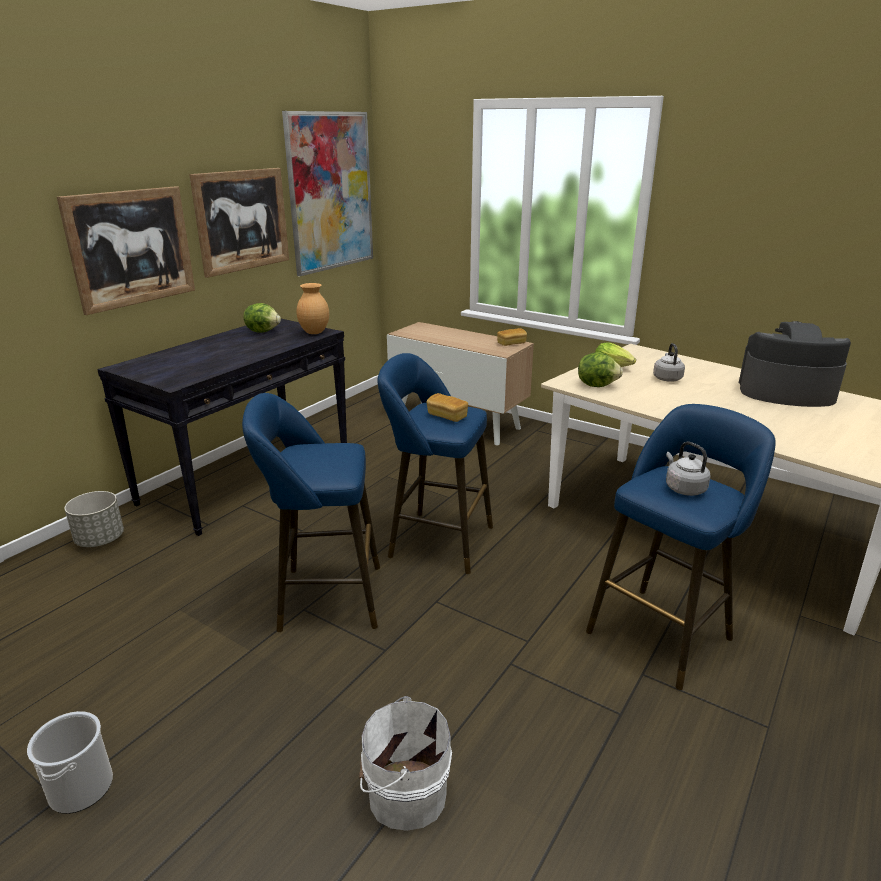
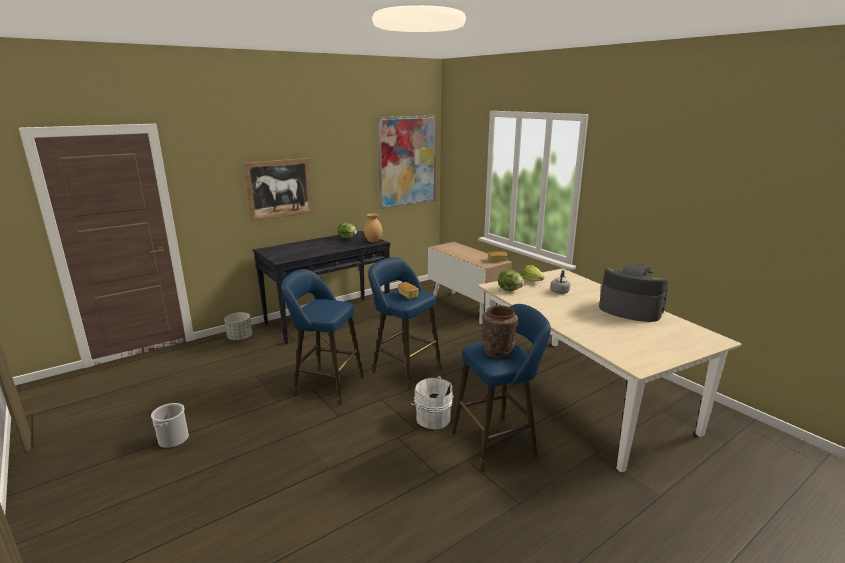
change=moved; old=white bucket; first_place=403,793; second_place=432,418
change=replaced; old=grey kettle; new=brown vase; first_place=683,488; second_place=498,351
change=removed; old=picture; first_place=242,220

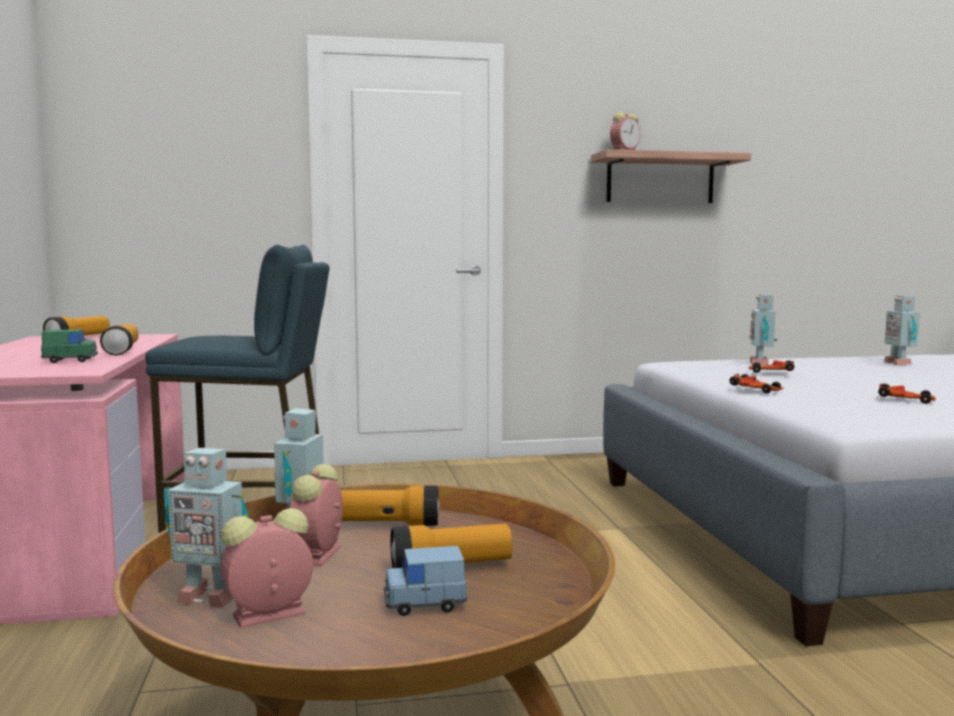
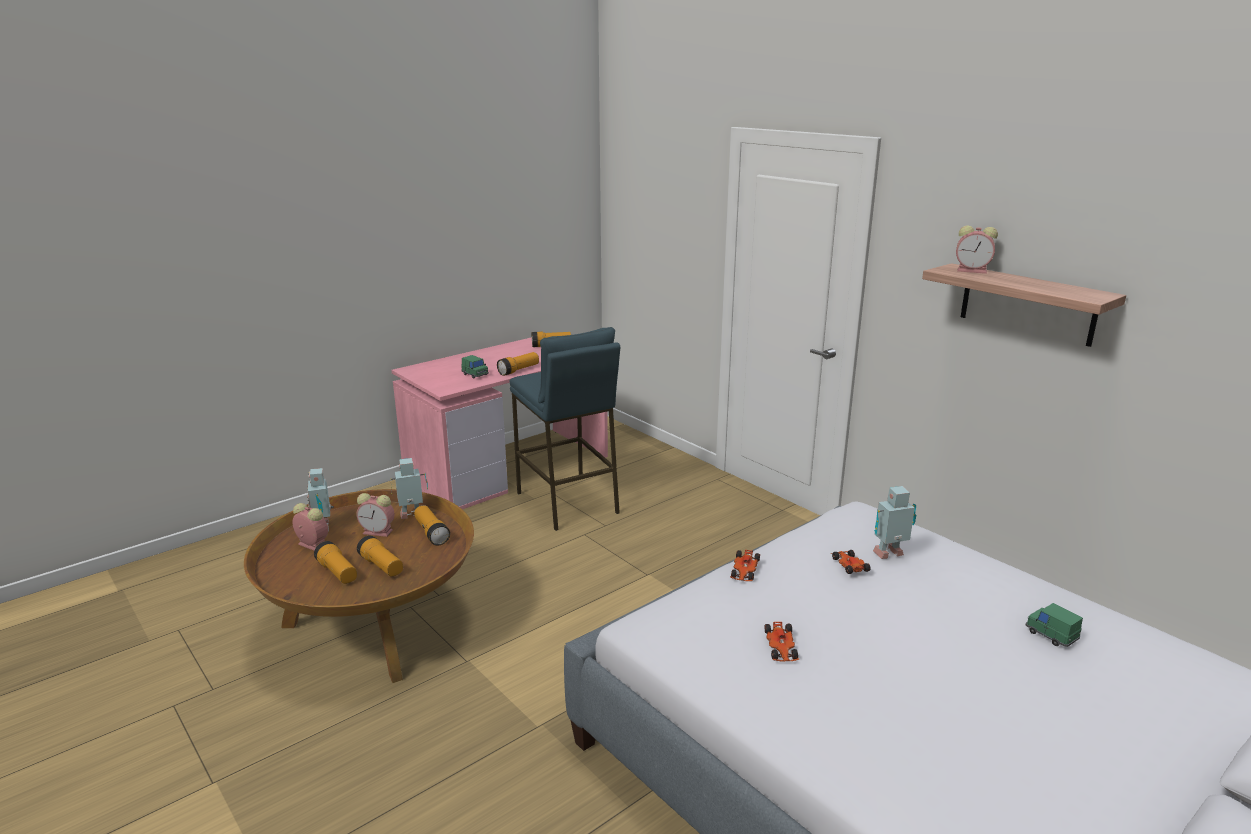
change=replaced; old=blue toy car; new=flashlight; first_place=425,603; second_place=337,572
change=turned; old=alarm clock; first_place=318,556; second_place=379,532; degrees=-150
change=replaced; old=toy robot; new=green toy car; first_place=899,363; second_place=1051,635

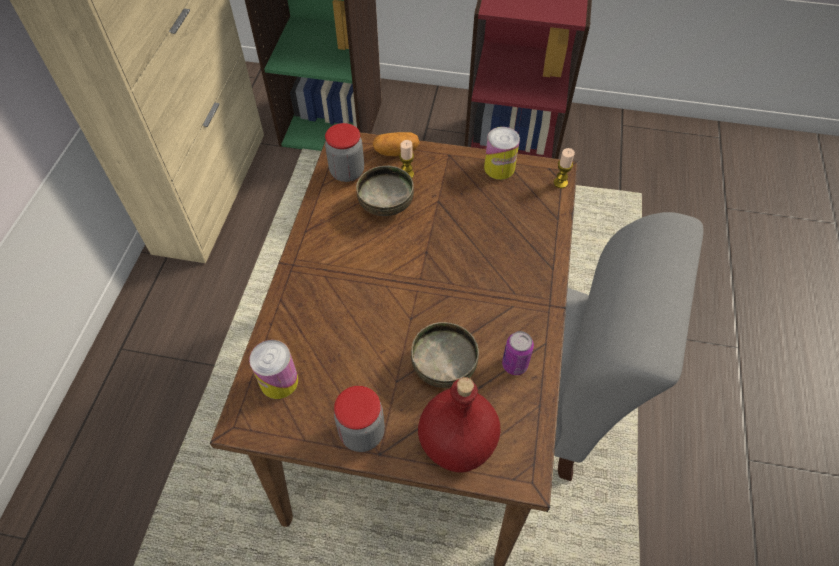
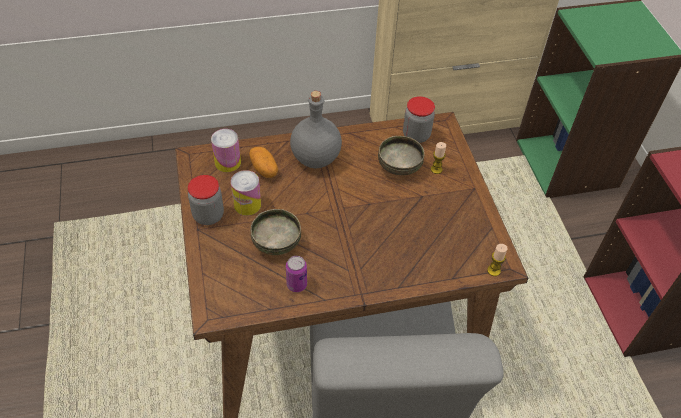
change=moved; old=can; first_place=499,168; second_place=247,204
change=moved; old=potato; first_place=396,151; second_place=264,169
change=added; new=grey bottle; second_place=315,158
change=removed; old=red bottle; first_place=458,444

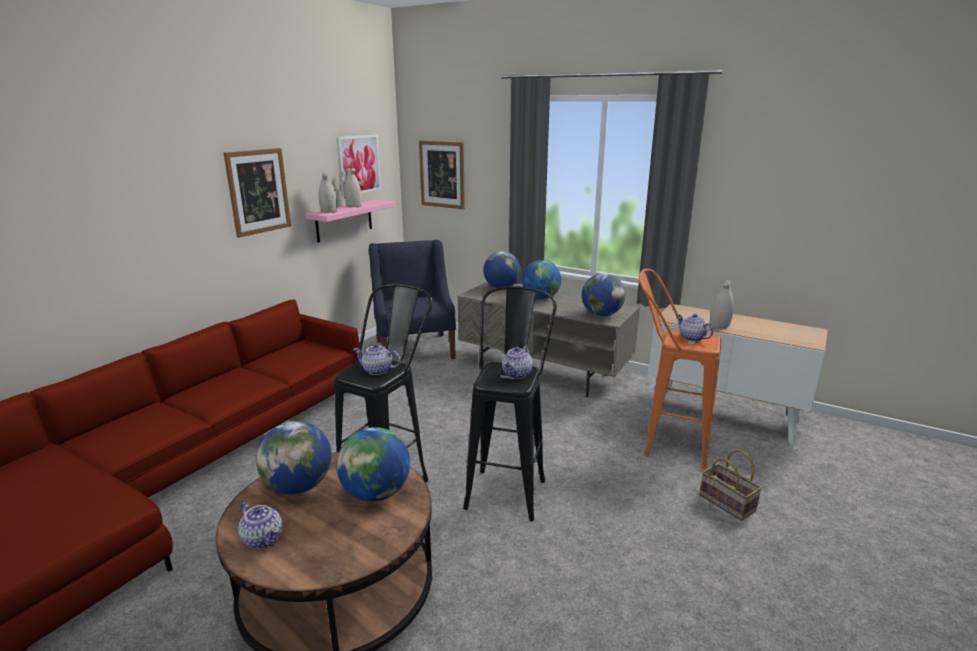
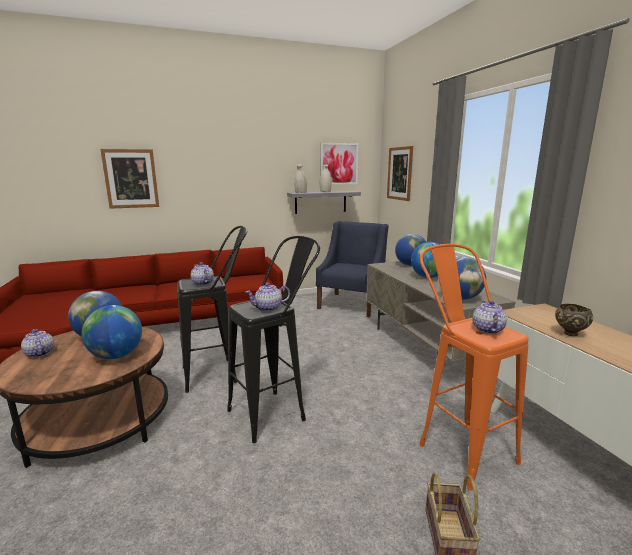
change=turned; old=teapot; first_place=263,539; second_place=39,353; degrees=150
change=moved; old=picture; first_place=258,191; second_place=131,178
change=recoloured; old=pink shelf; new=grey shelf; first_place=344,220; second_place=320,202
change=replaced; old=white vase; new=brown bowl; first_place=719,325; second_place=569,333

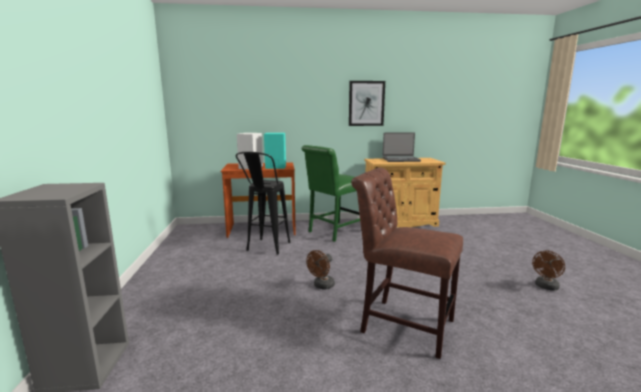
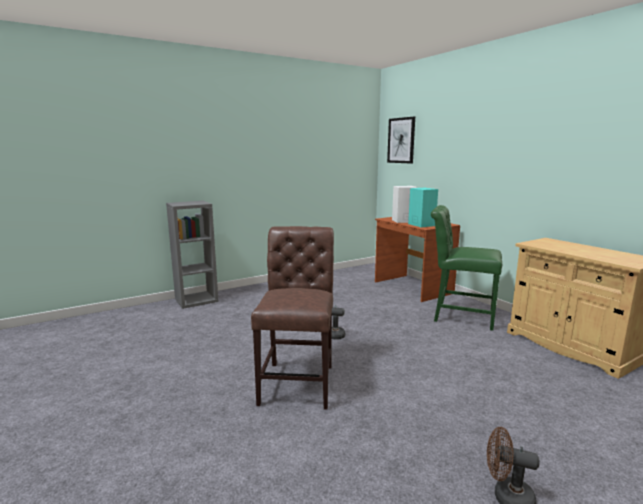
change=moved; old=picture; first_place=366,103; second_place=401,140
change=removed; old=black stool; first_place=266,249
change=removed; old=laptop; first_place=401,160

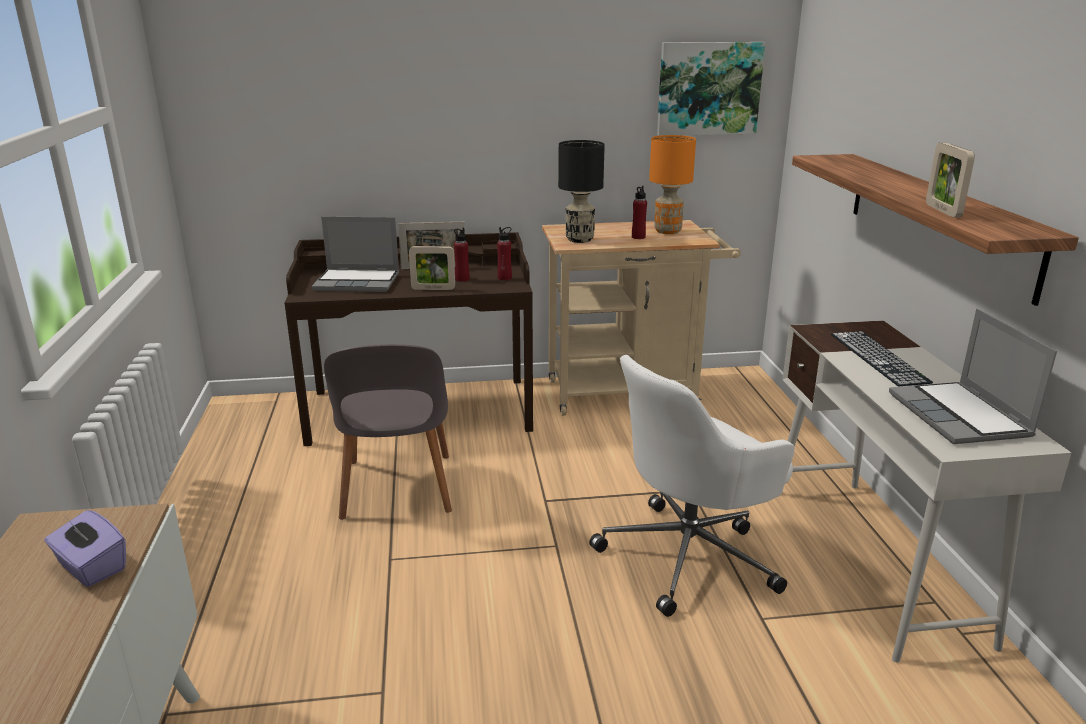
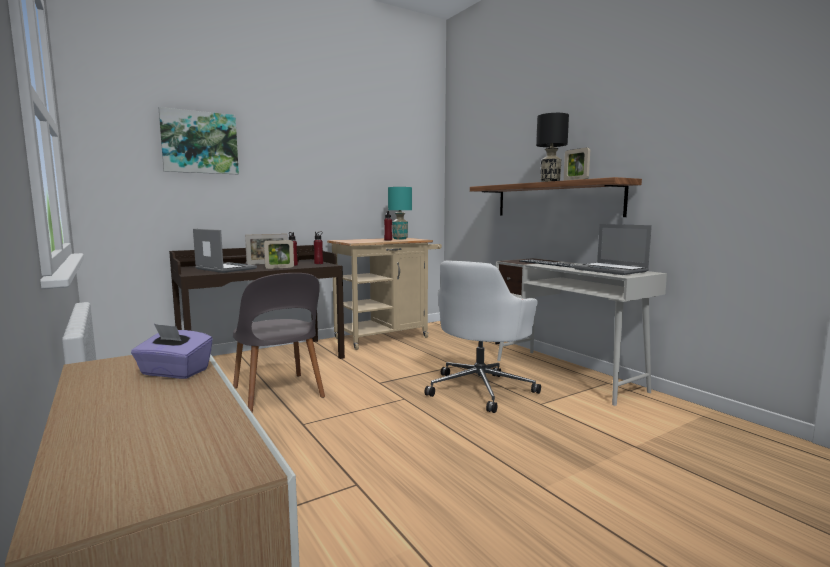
change=moved; old=picture; first_place=708,88; second_place=199,142
change=turned; old=laptop; first_place=358,282; second_place=224,269; degrees=-120
change=recoloured; old=orange table lamp; new=turquoise table lamp; first_place=668,231; second_place=400,239
change=moved; old=black table lamp; first_place=579,239; second_place=549,182

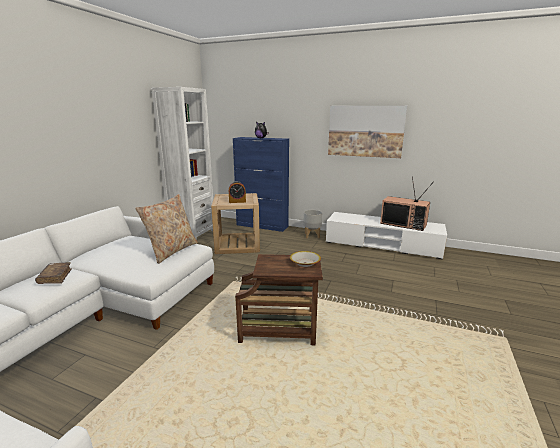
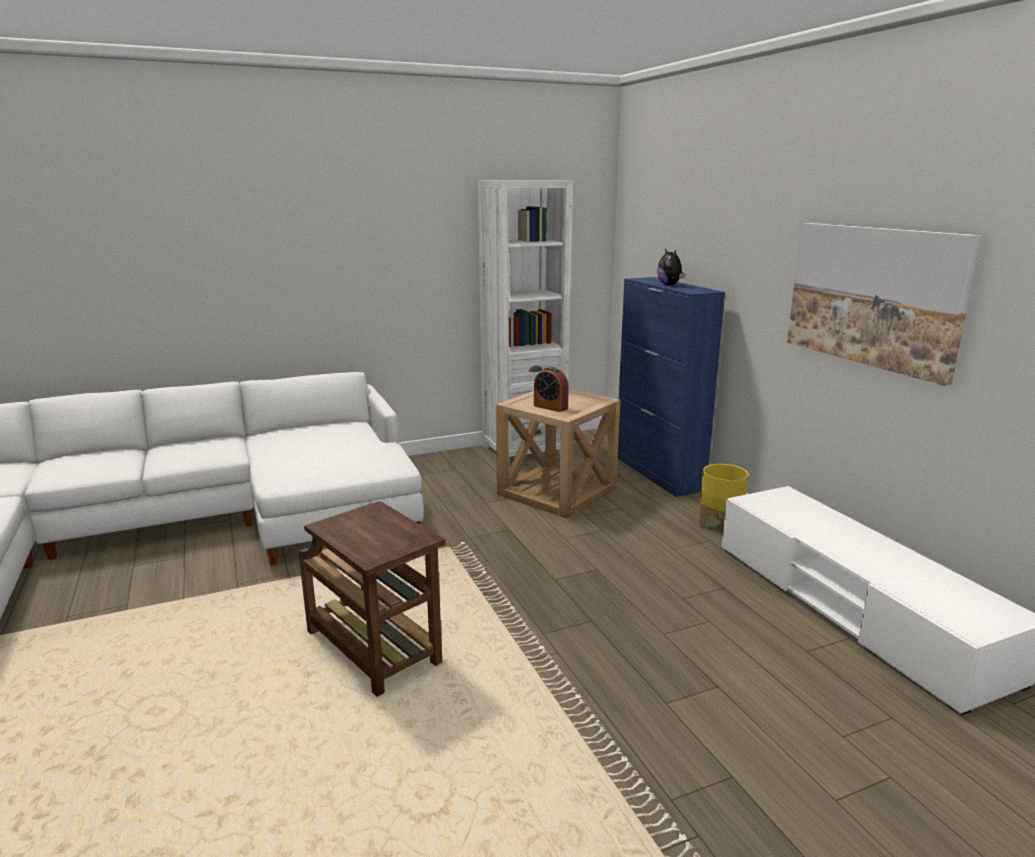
change=recoloured; old=grey planter; new=yellow planter; first_place=312,235; second_place=720,525
change=removed; old=brown book; first_place=55,277
change=removed; old=beige pillow; first_place=172,251
change=removed; old=bowl; first_place=304,263
change=removed; old=television; first_place=404,224

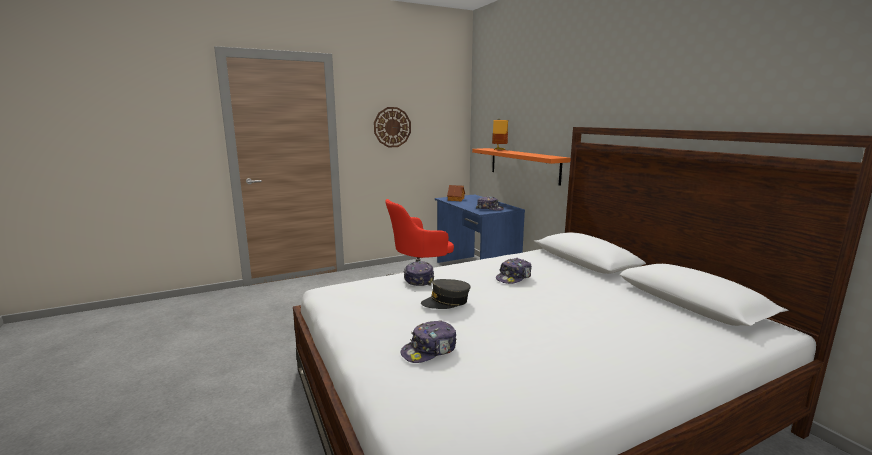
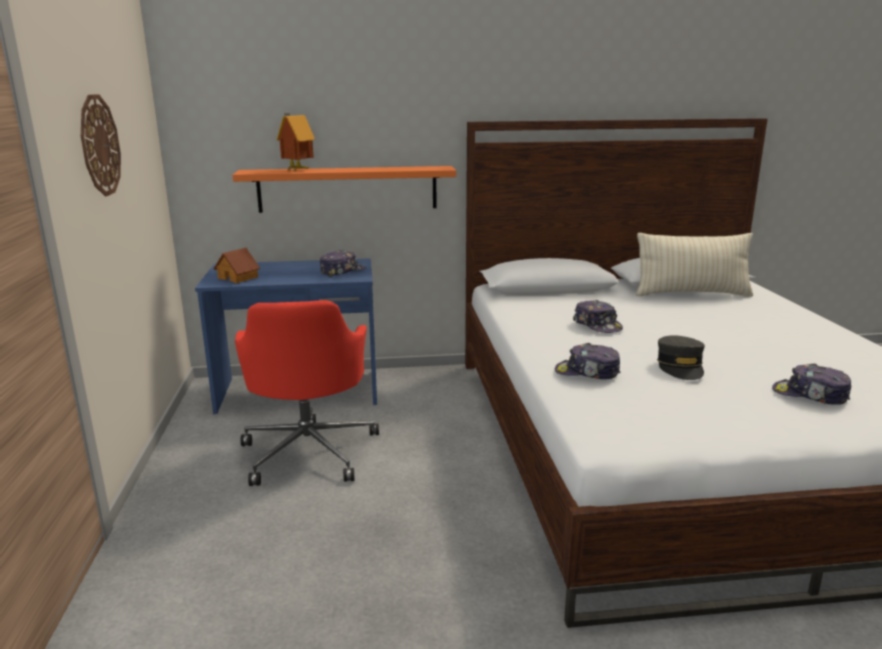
change=added; new=beige pillow; second_place=691,294
change=turned; old=cap; first_place=430,350; second_place=810,395; degrees=135

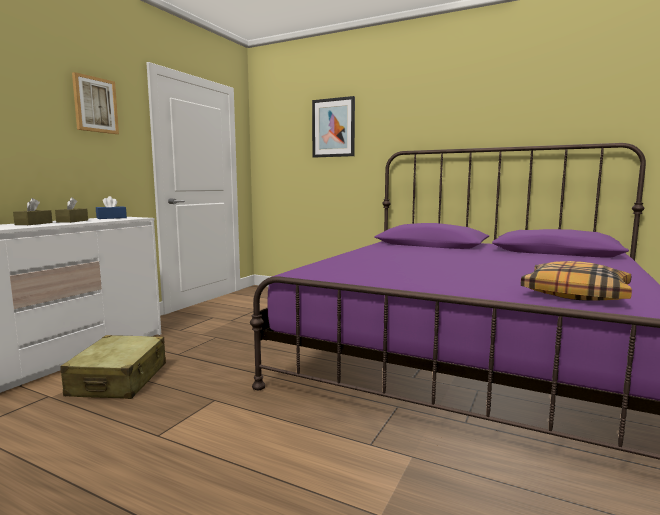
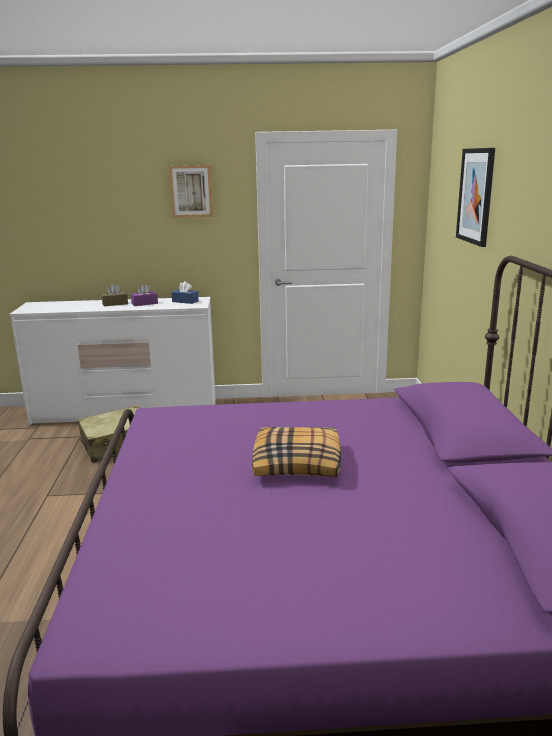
change=recoloured; old=brown tissue box; new=purple tissue box; first_place=72,221; second_place=144,303
change=moved; old=pillow; first_place=575,293; second_place=298,463

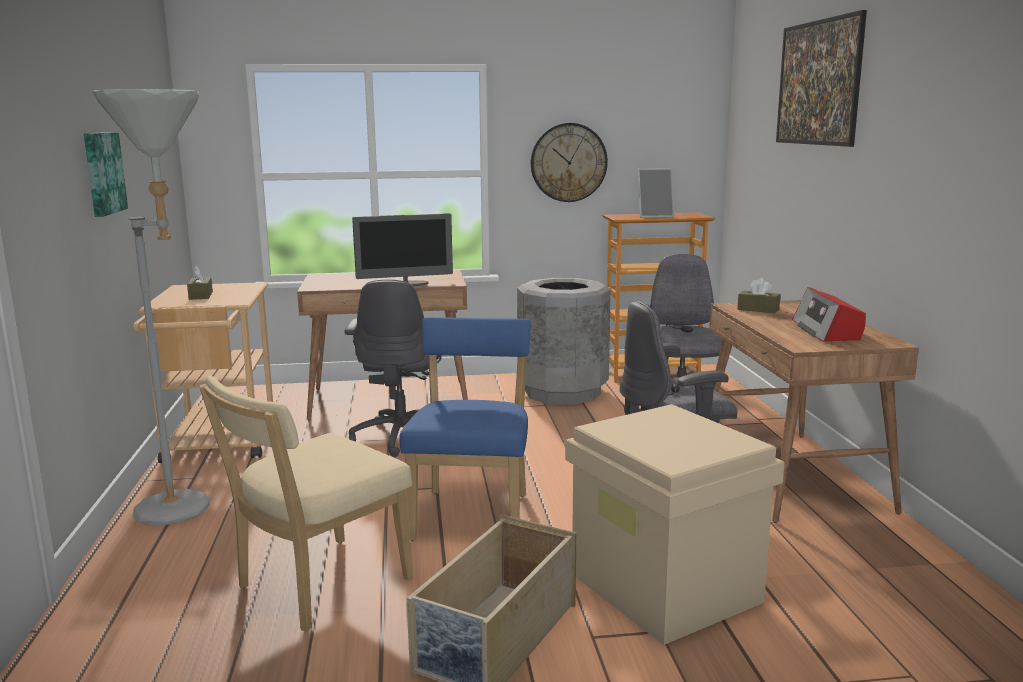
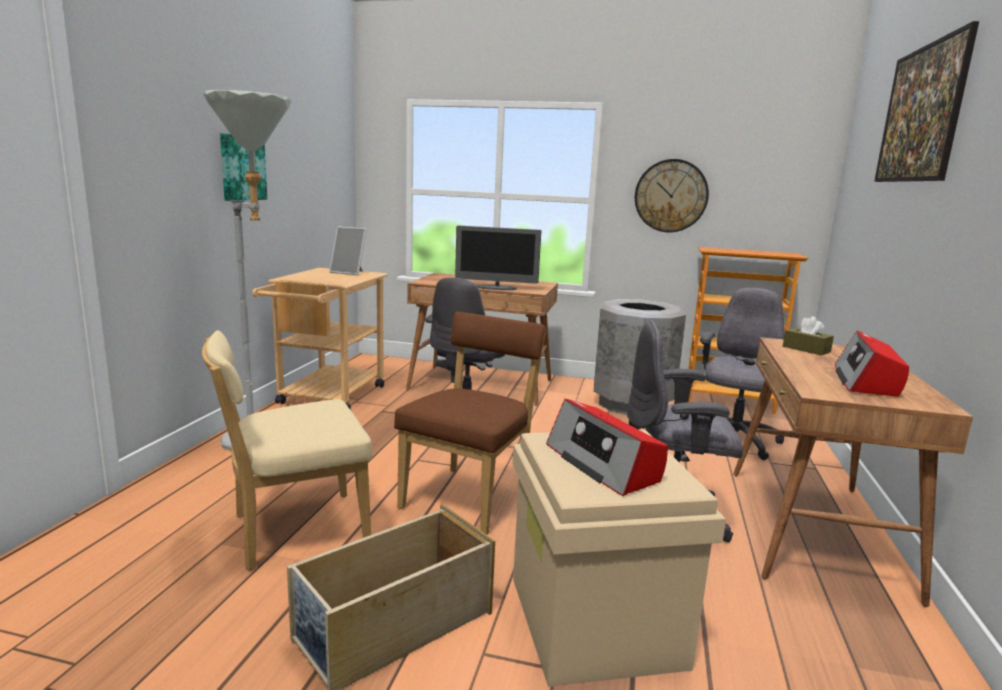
change=moved; old=picture frame; first_place=654,216; second_place=349,272
change=recoloured; old=blue chair; new=brown chair; first_place=473,513; second_place=470,496
change=added; new=radio; second_place=603,464
change=removed; old=brown tissue box; first_place=201,295

